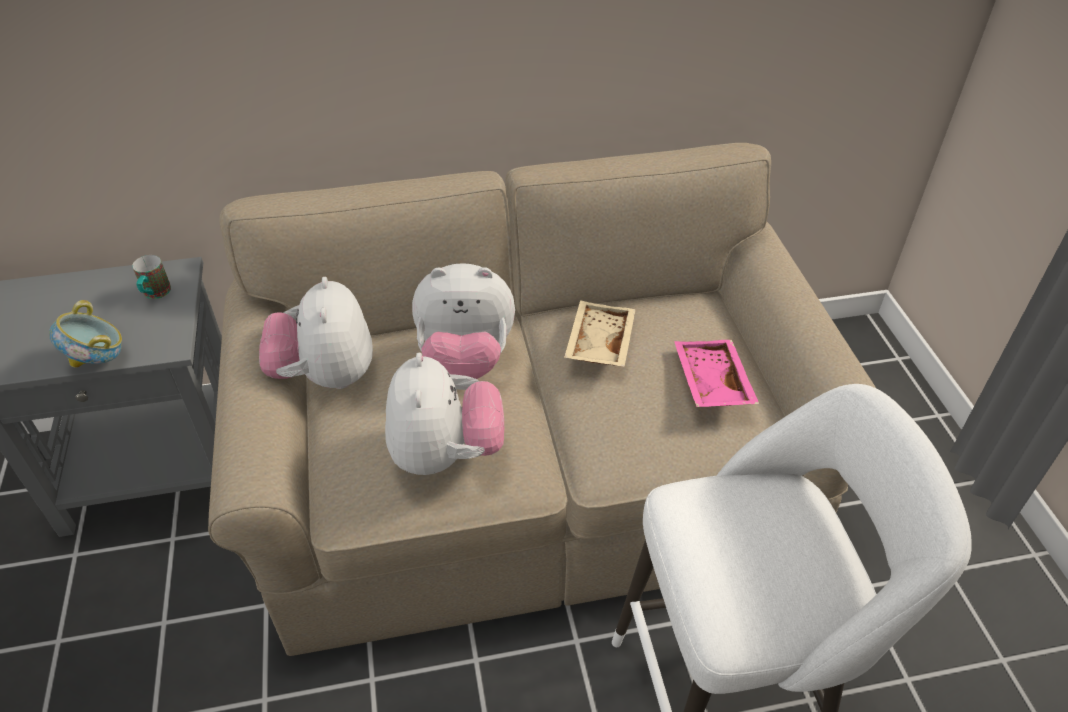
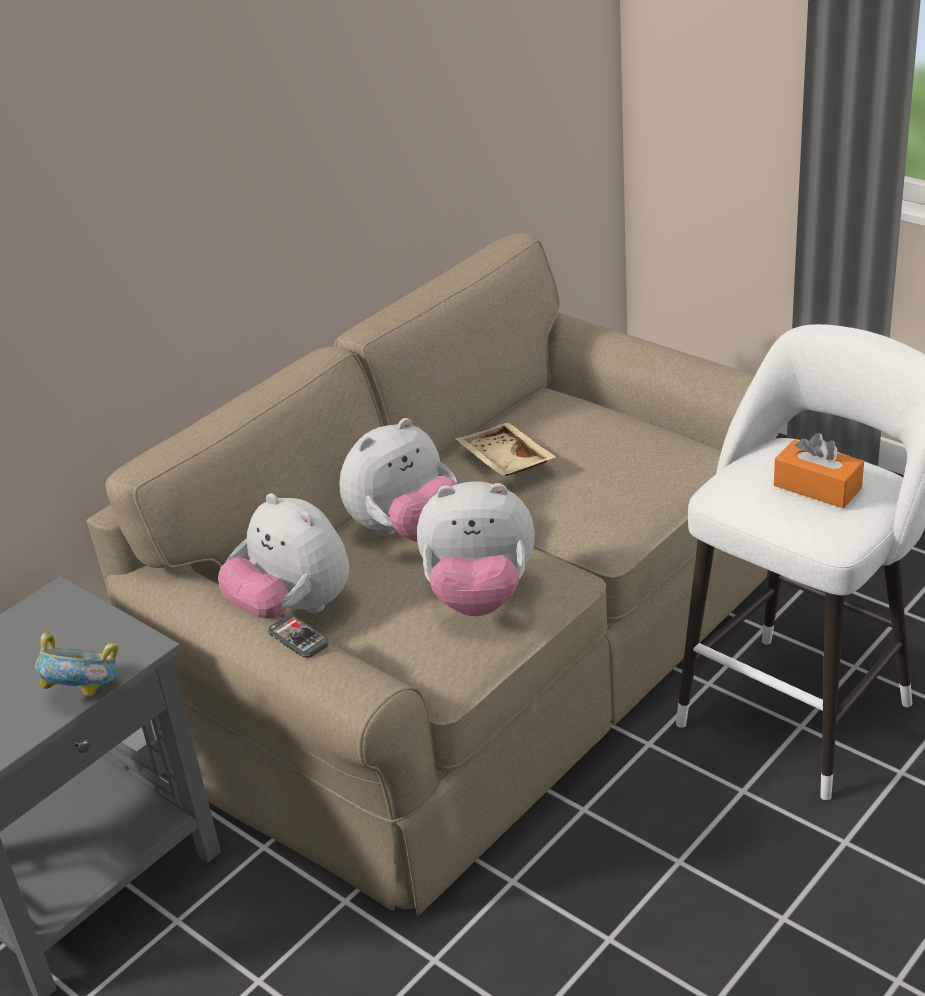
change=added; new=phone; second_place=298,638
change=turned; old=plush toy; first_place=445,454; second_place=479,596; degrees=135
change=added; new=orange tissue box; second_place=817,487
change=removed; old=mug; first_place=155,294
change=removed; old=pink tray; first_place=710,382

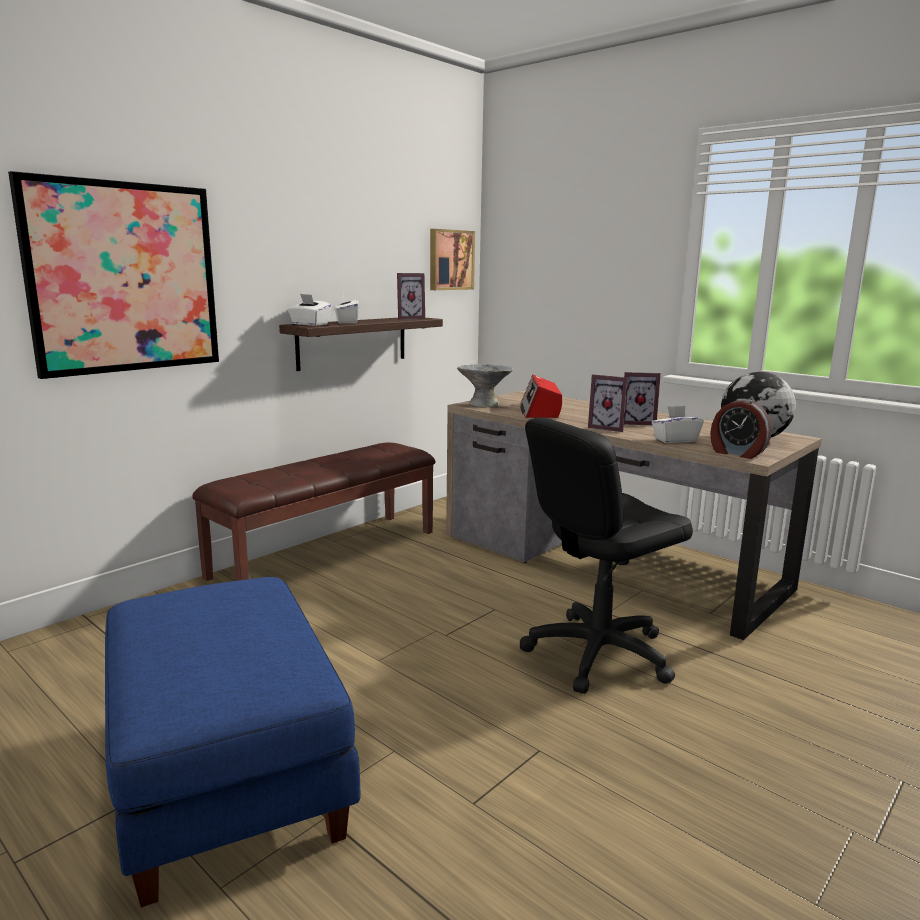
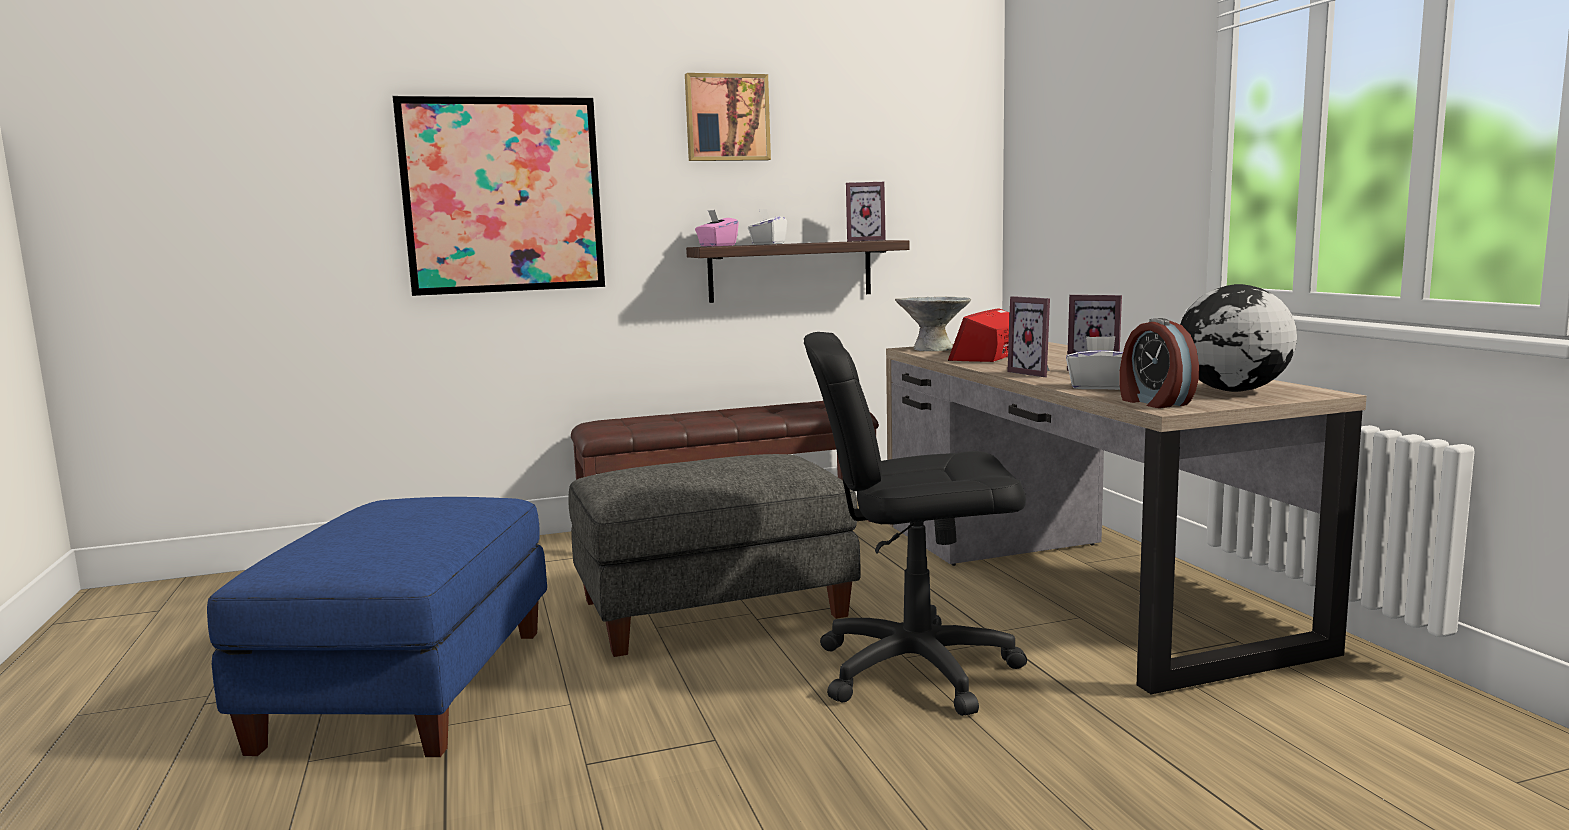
change=added; new=grey ottoman; second_place=714,607
change=moved; old=picture; first_place=450,260; second_place=727,118
change=recoloured; old=white tissue box; new=pink tissue box; first_place=309,324; second_place=717,246

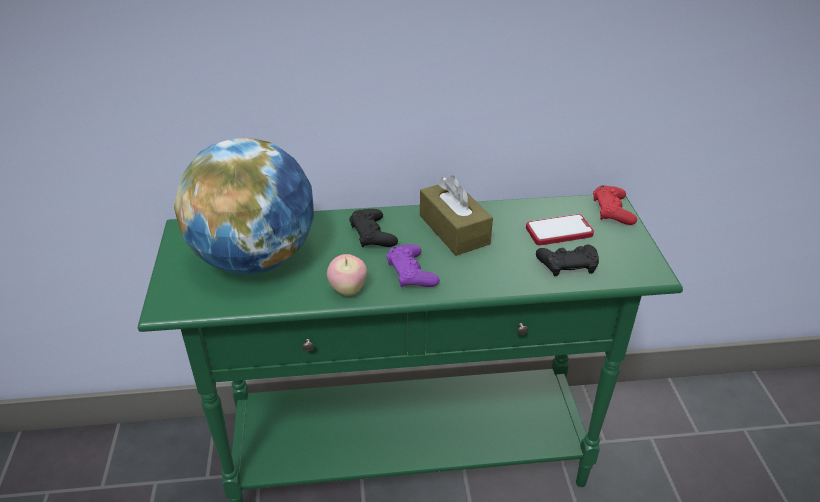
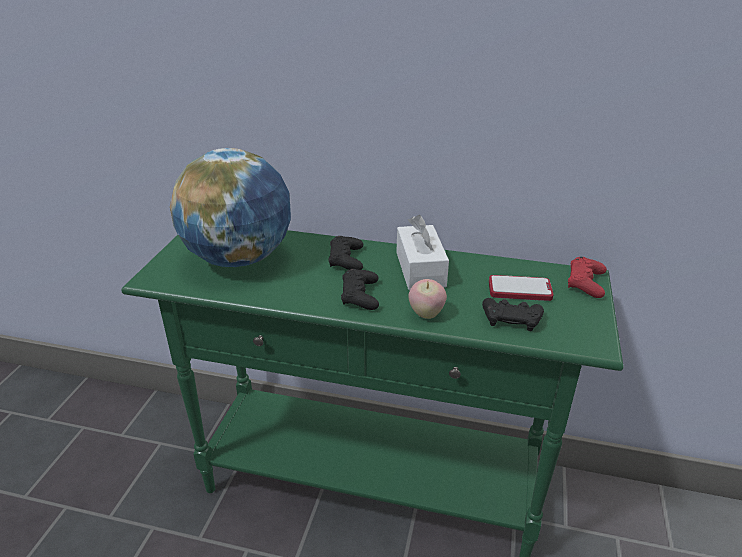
change=recoloured; old=purple game controller; new=black game controller; first_place=411,273; second_place=360,295
change=recoloured; old=brown tissue box; new=white tissue box; first_place=454,230; second_place=420,269
change=moved; old=apple; first_place=348,290; second_place=426,314

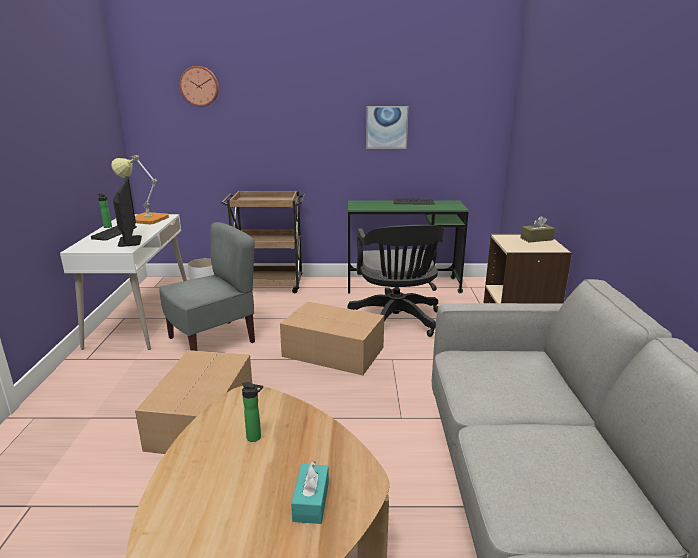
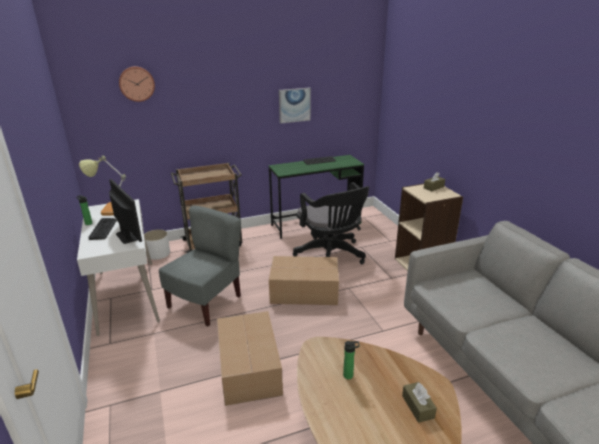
change=recoloured; old=turquoise tissue box; new=brown tissue box; first_place=311,501; second_place=418,407

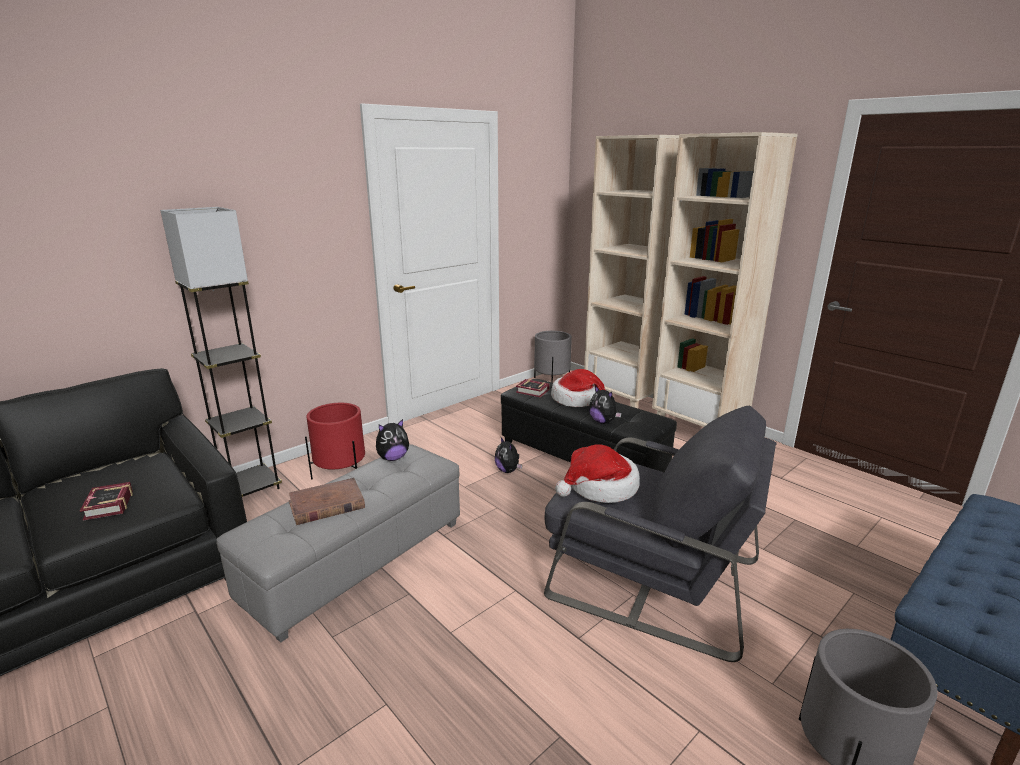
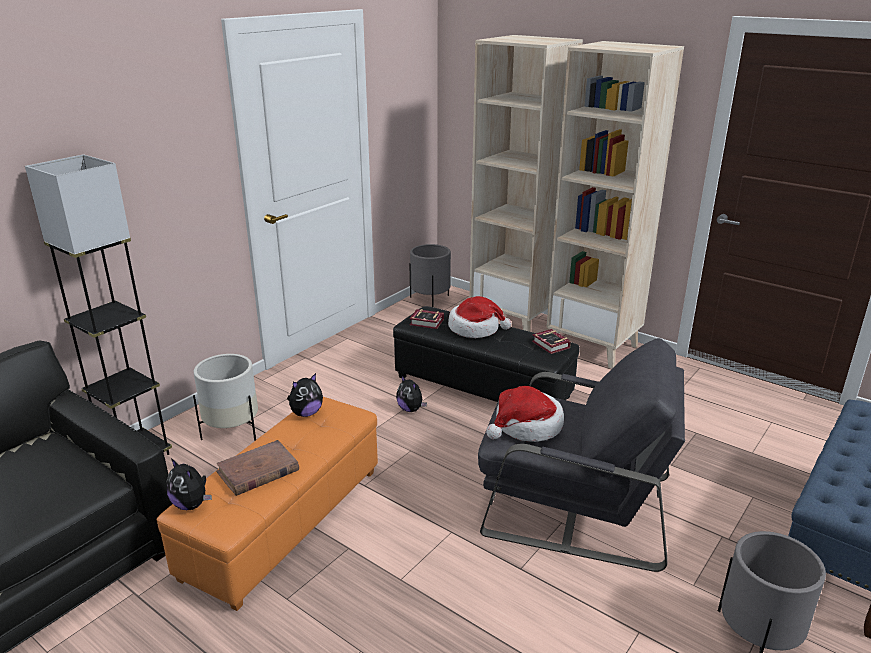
change=recoloured; old=grey ottoman; new=orange ottoman; first_place=357,559; second_place=284,521
change=moved; old=plush toy; first_place=603,421; second_place=191,504
change=recoloured; old=red planter; new=white planter; first_place=341,474; second_place=232,431
change=moved; old=book; first_place=107,506; second_place=551,345

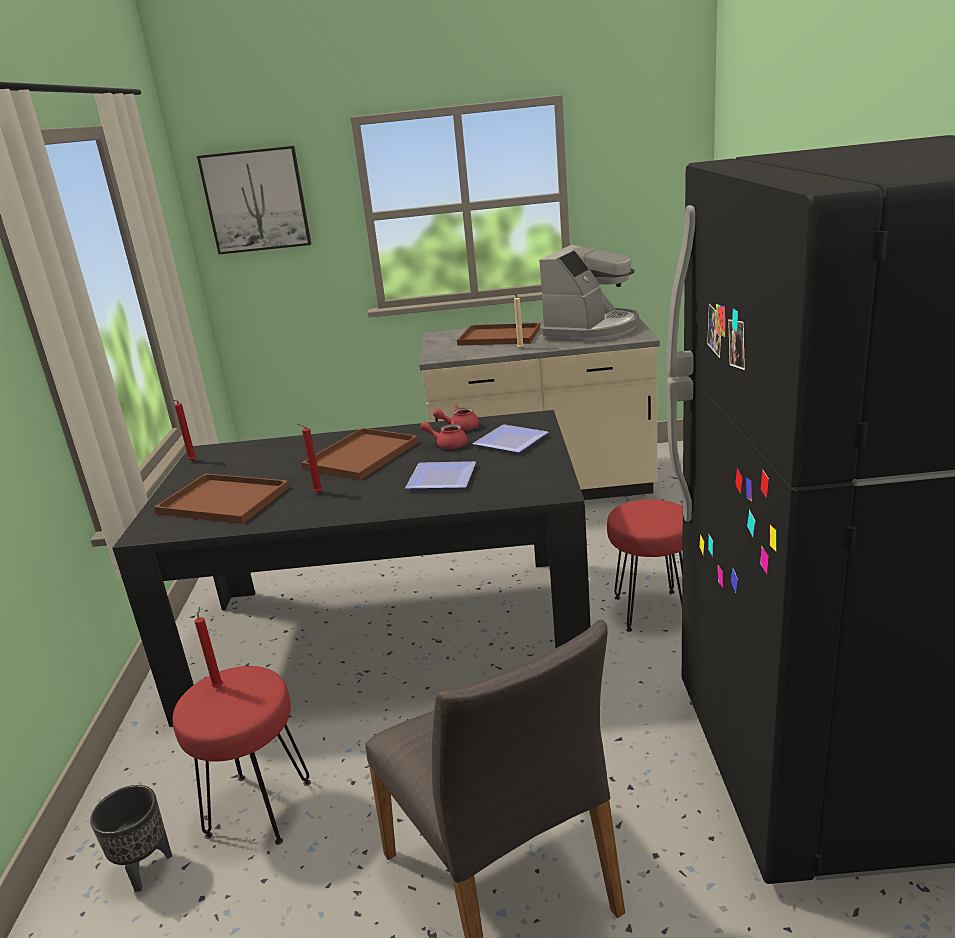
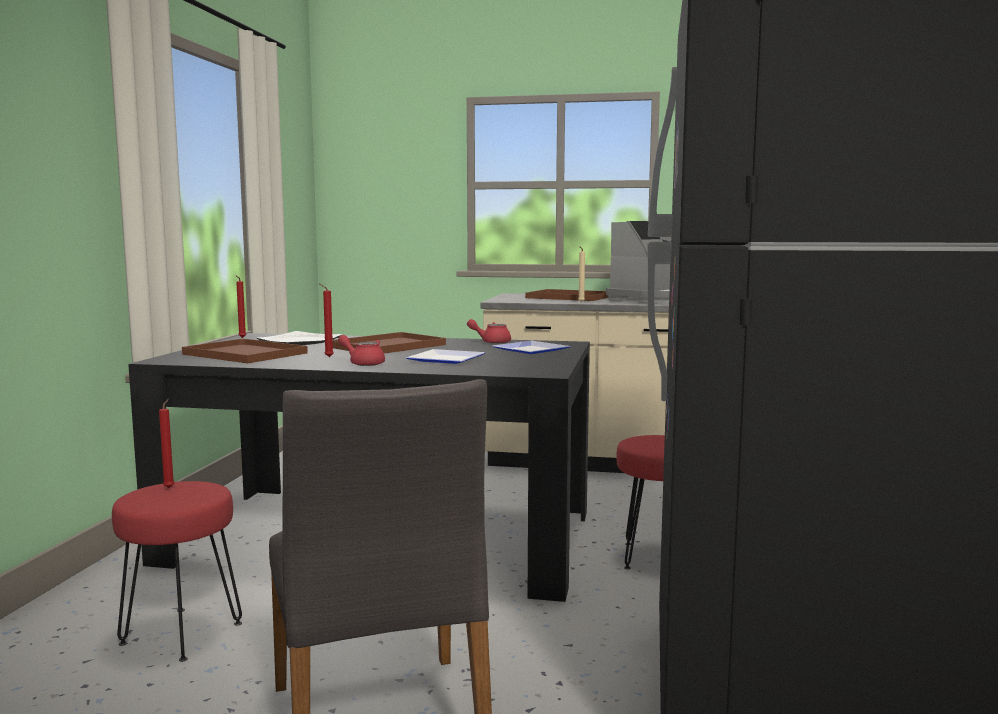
change=added; new=plate; second_place=299,342
change=moved; old=red teapot; first_place=447,444; second_place=363,363
change=removed; old=black planter; first_place=146,868
change=removed; old=picture; first_place=256,200

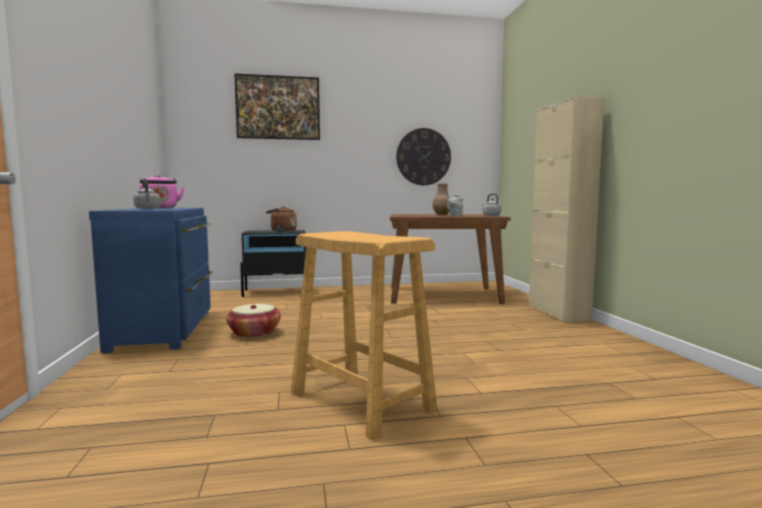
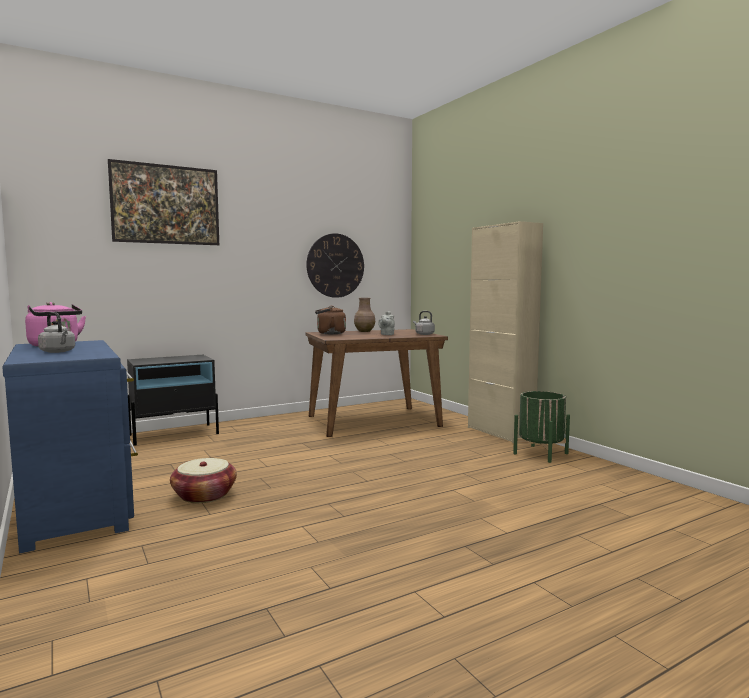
change=moved; old=brown kettle; first_place=281,231; second_place=329,333
change=added; new=green planter; second_place=540,453
change=removed; old=beige stool; first_place=360,401

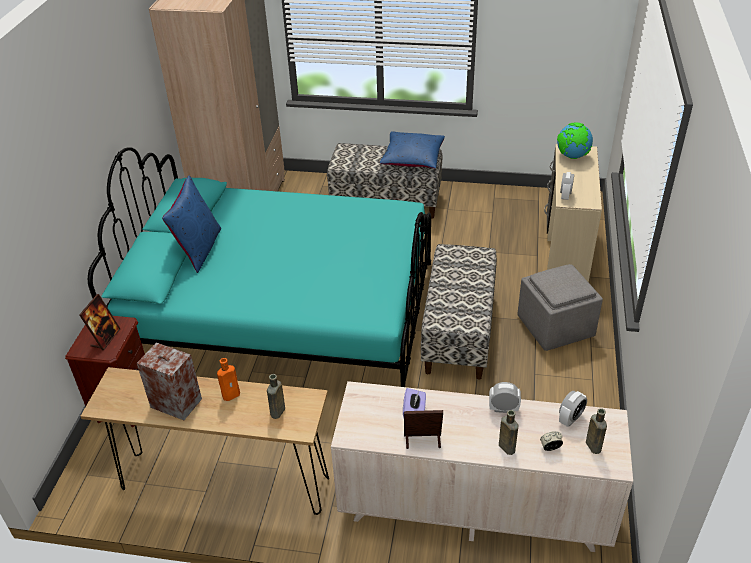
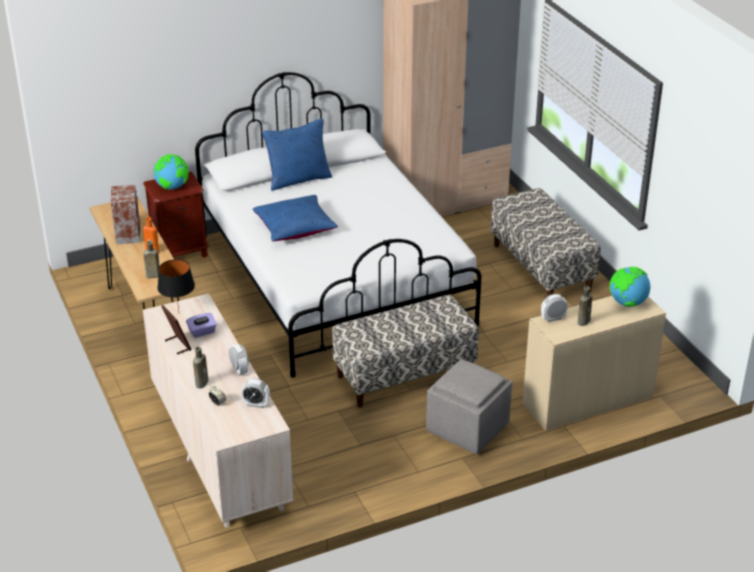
change=replaced; old=picture frame; new=globe; first_place=105,338; second_place=172,187
change=added; new=black table lamp; second_place=178,314
change=recoloured; old=turquoise bed; new=white bed; first_place=285,315; second_place=335,279
change=moved; old=blue pillow; first_place=412,158; second_place=295,228
change=moved; old=brown bottle; first_place=592,445; second_place=584,321

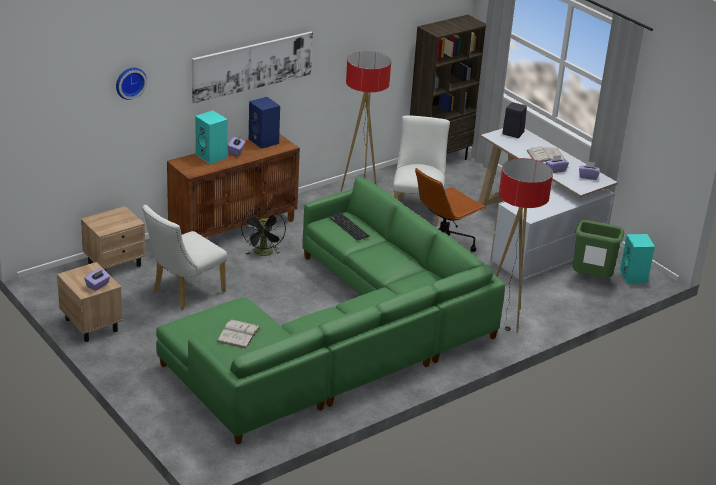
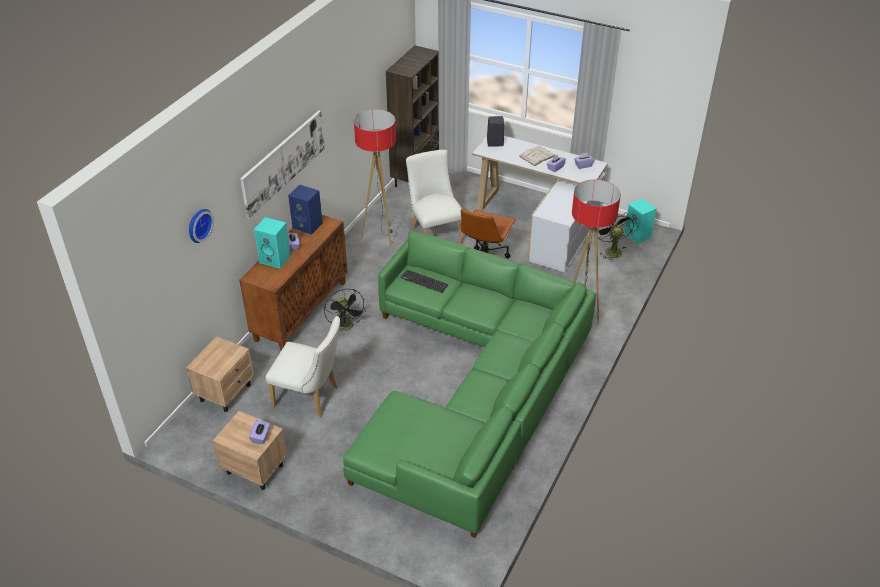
change=turned; old=white chair; first_place=184,293; second_place=310,398; degrees=-90
change=replaced; old=green trash can; new=black fan; first_place=591,280; second_place=611,250
change=removed; old=white book; first_place=238,334

